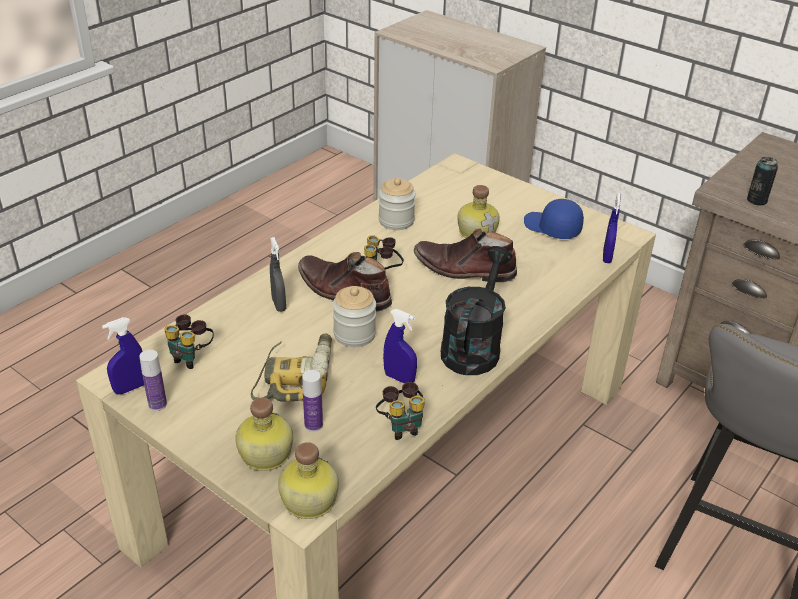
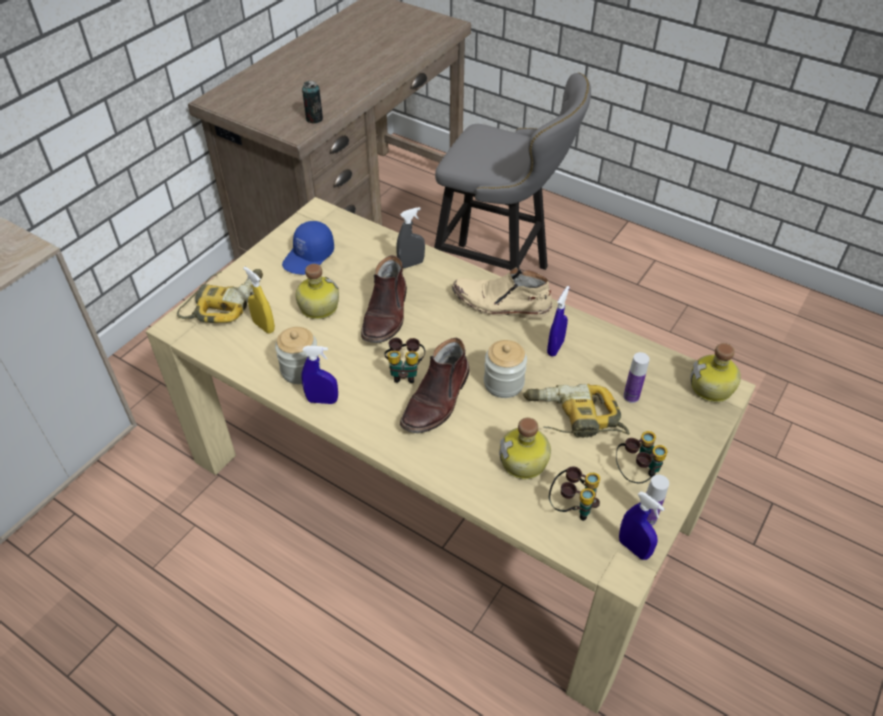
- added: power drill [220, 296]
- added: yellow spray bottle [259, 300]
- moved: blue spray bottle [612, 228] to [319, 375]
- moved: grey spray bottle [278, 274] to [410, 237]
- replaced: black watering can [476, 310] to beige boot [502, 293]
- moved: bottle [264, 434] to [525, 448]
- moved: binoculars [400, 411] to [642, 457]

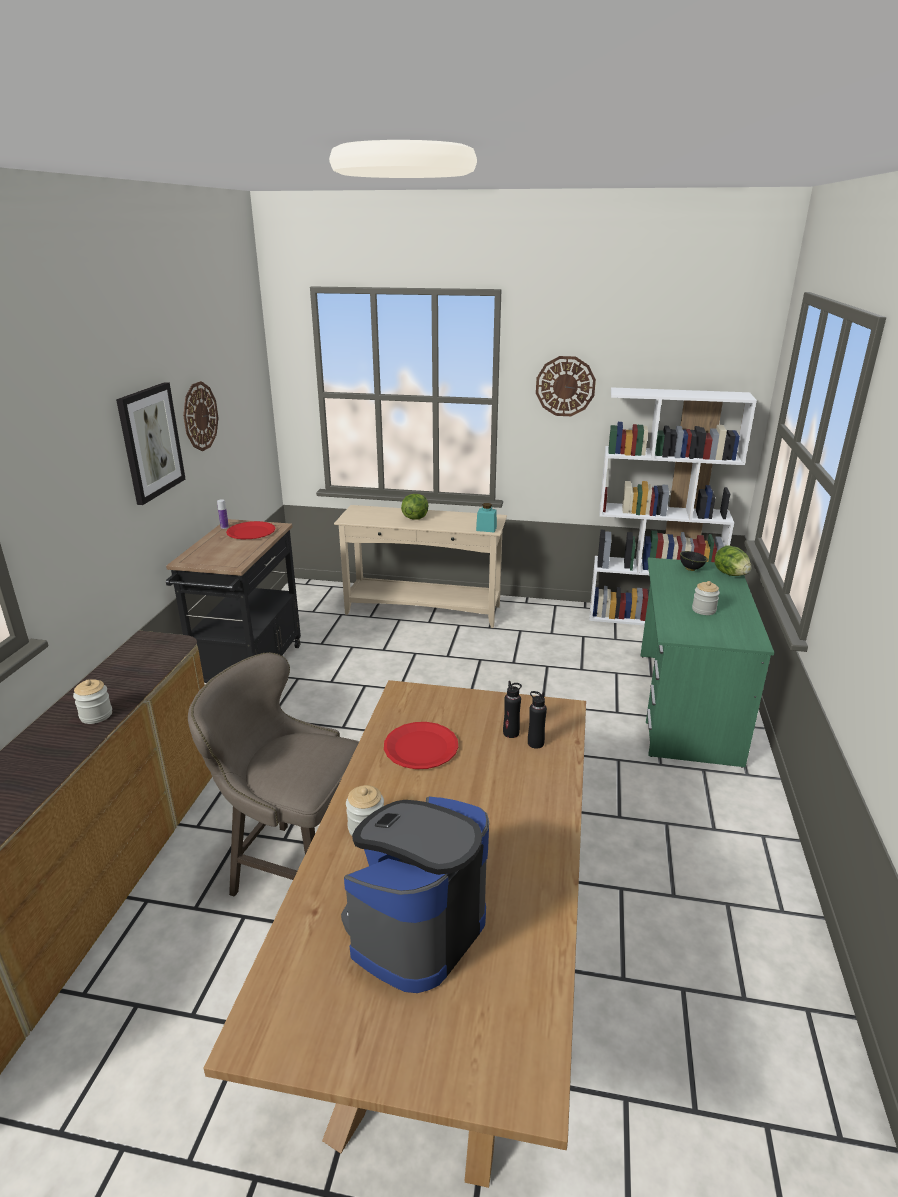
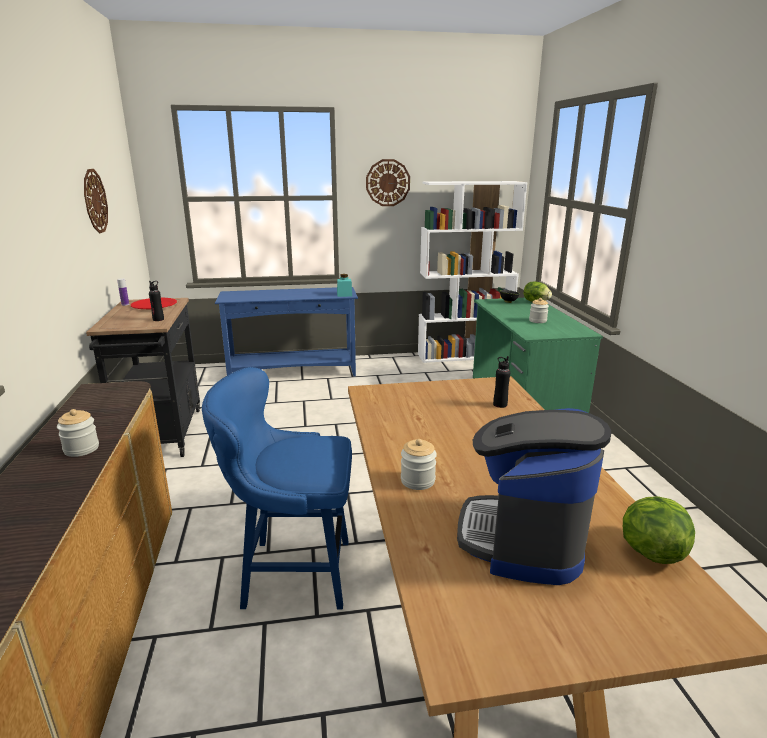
- moved: black bottle [512, 709] to [156, 301]
- recoloured: beige stool [273, 774] to blue stool [277, 488]
- recoloured: beige console table [420, 566] to blue console table [286, 332]
- moved: lettuce [414, 507] to [659, 530]
- removed: picture [150, 443]
- removed: red plate [421, 745]

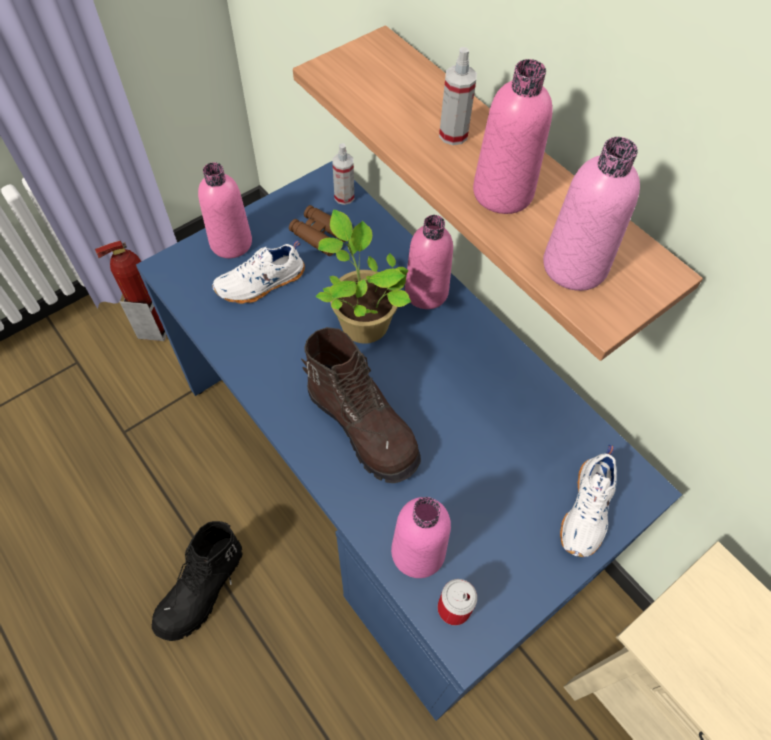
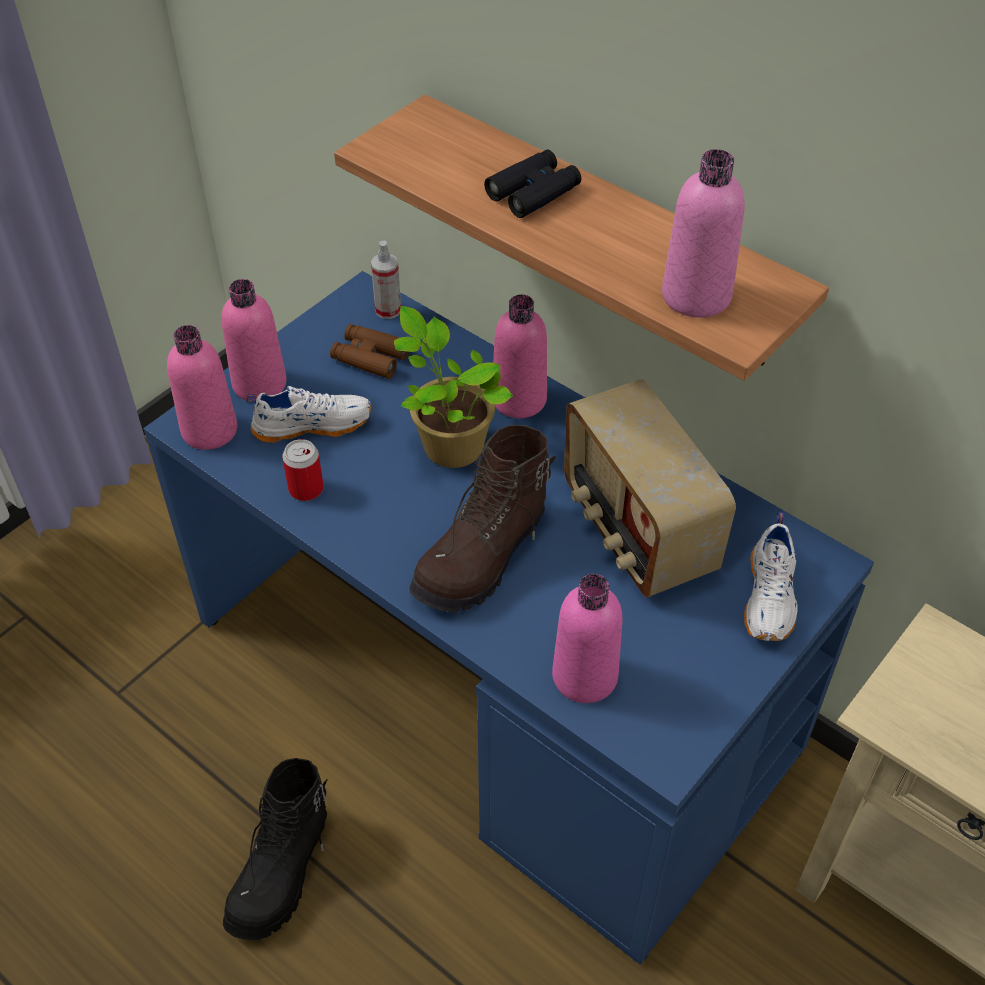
- moved: pink bottle [513, 136] to [202, 387]
- turned: white shoe [258, 272] = [309, 414] 150 degrees counterclockwise
- moved: can [457, 602] to [303, 470]
- turned: brown boot [361, 405] = [482, 518] 90 degrees clockwise
- replaced: spray bottle [458, 96] to black binoculars [532, 184]
- added: radio [650, 488]
- removed: fire extinguisher [130, 291]

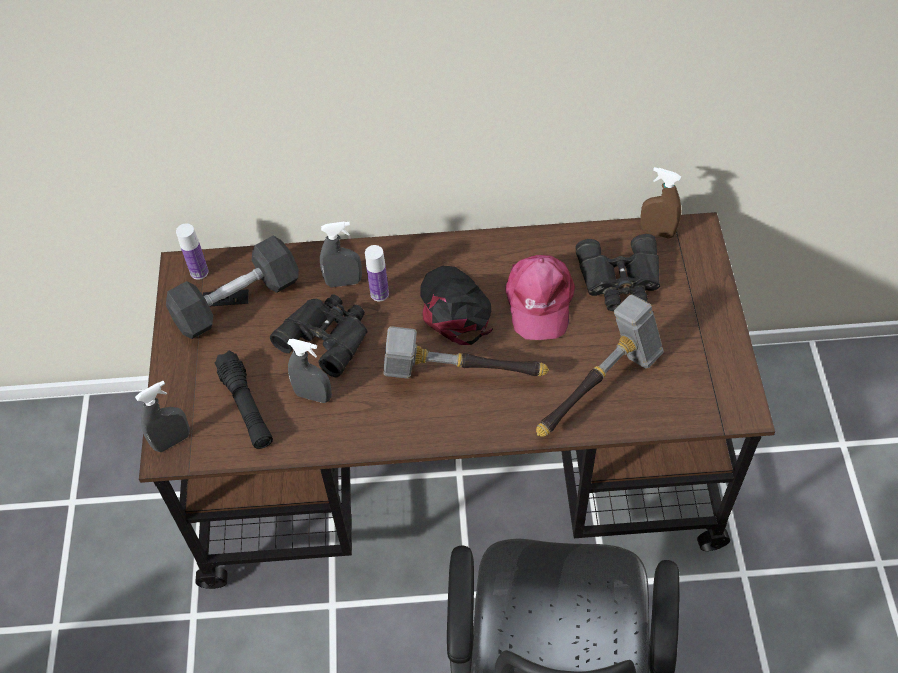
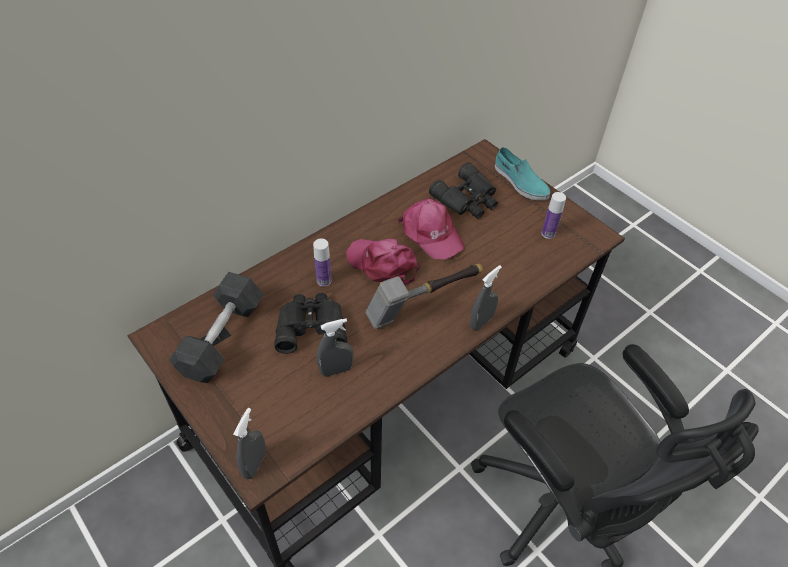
- recoloured: black cap [456, 305] to pink cap [383, 262]
- moved: grey spray bottle [341, 254] to [486, 297]
- added: turquoise shoe [522, 174]
- moved: bottle [192, 251] to [554, 215]
- removed: black flashlight [243, 399]
- removed: hammer [600, 365]
- removed: brown spray bottle [660, 203]

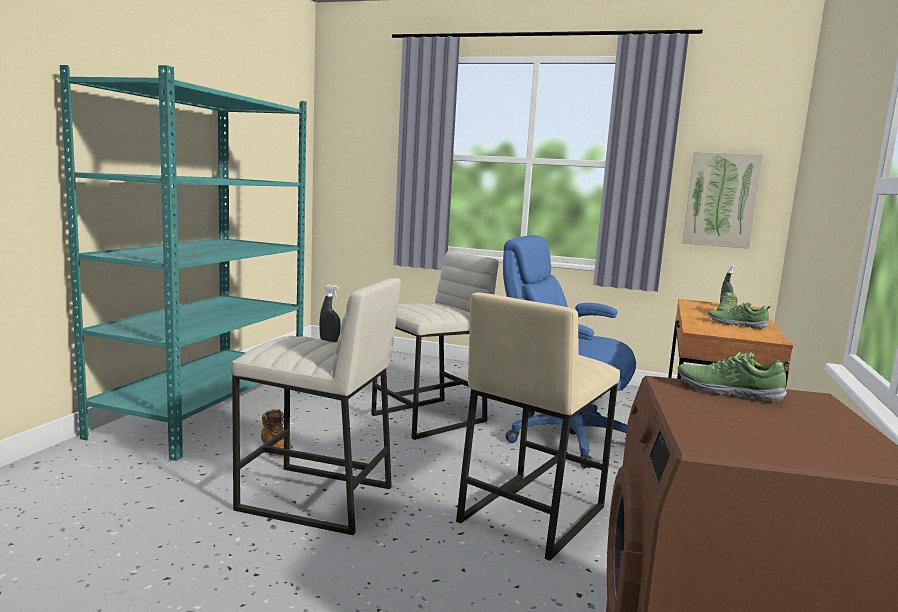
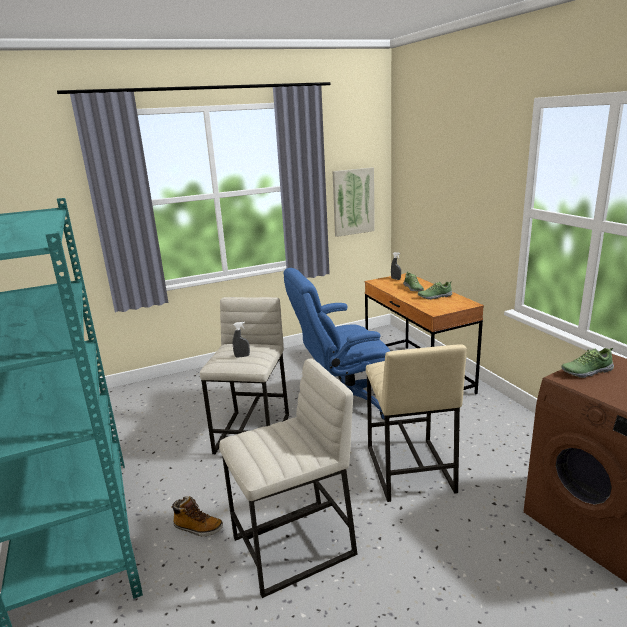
- moved: grey spray bottle [329, 313] to [241, 340]

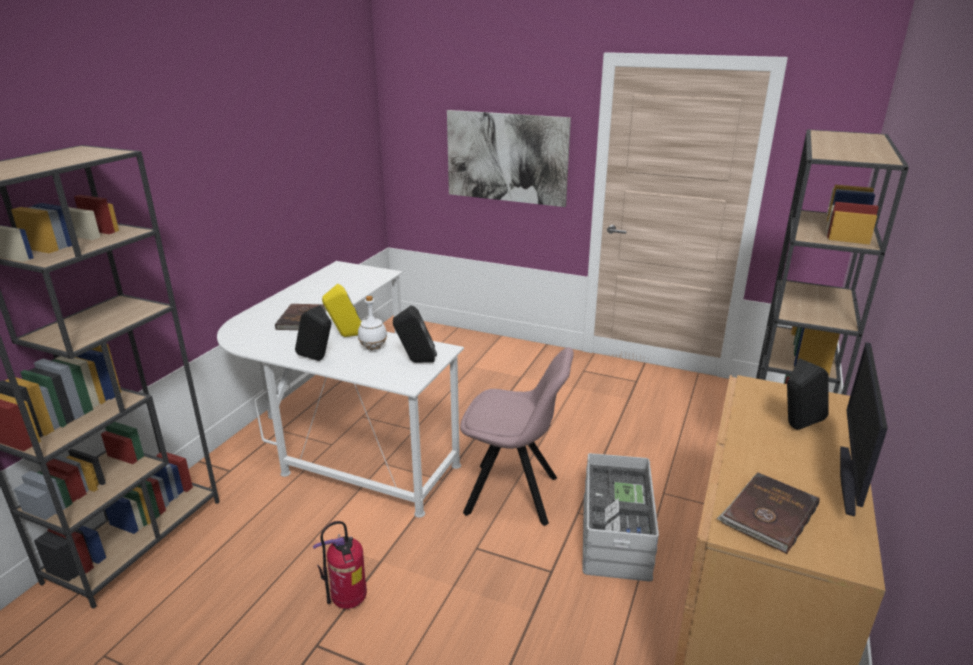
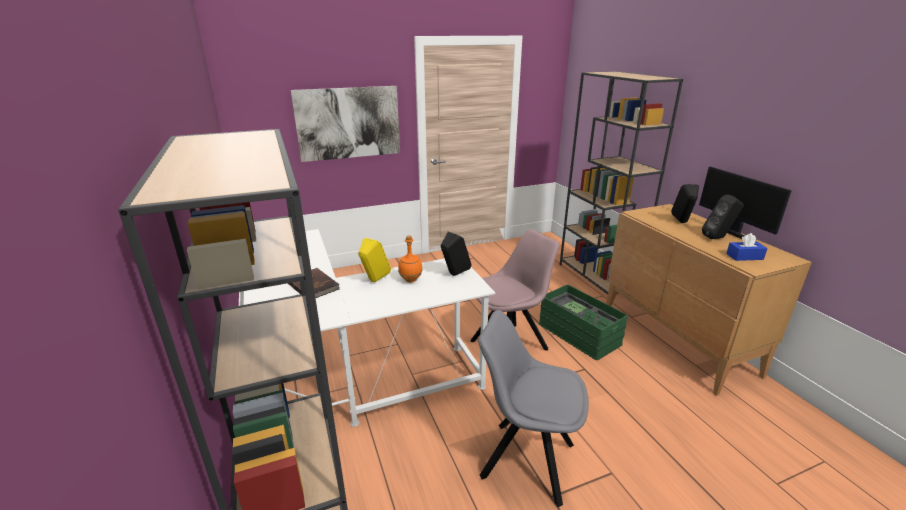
- recoloured: white bottle [372, 323] to orange bottle [410, 259]
- replaced: fire extinguisher [340, 565] to grey chair [533, 408]
- recoloured: grey storage box [620, 517] to green storage box [583, 322]
- moved: black speaker [313, 333] to [723, 216]
- replaced: brown book [768, 513] to blue tissue box [747, 247]

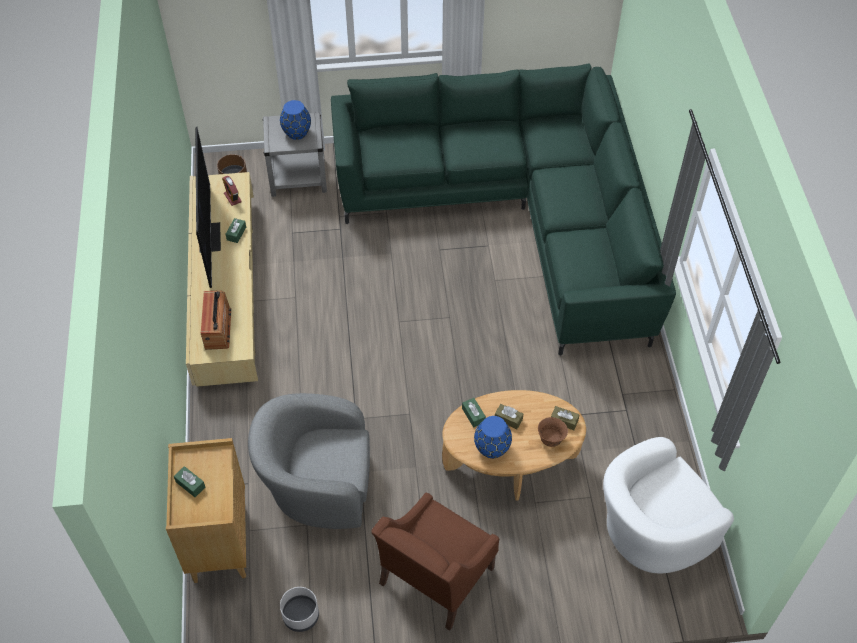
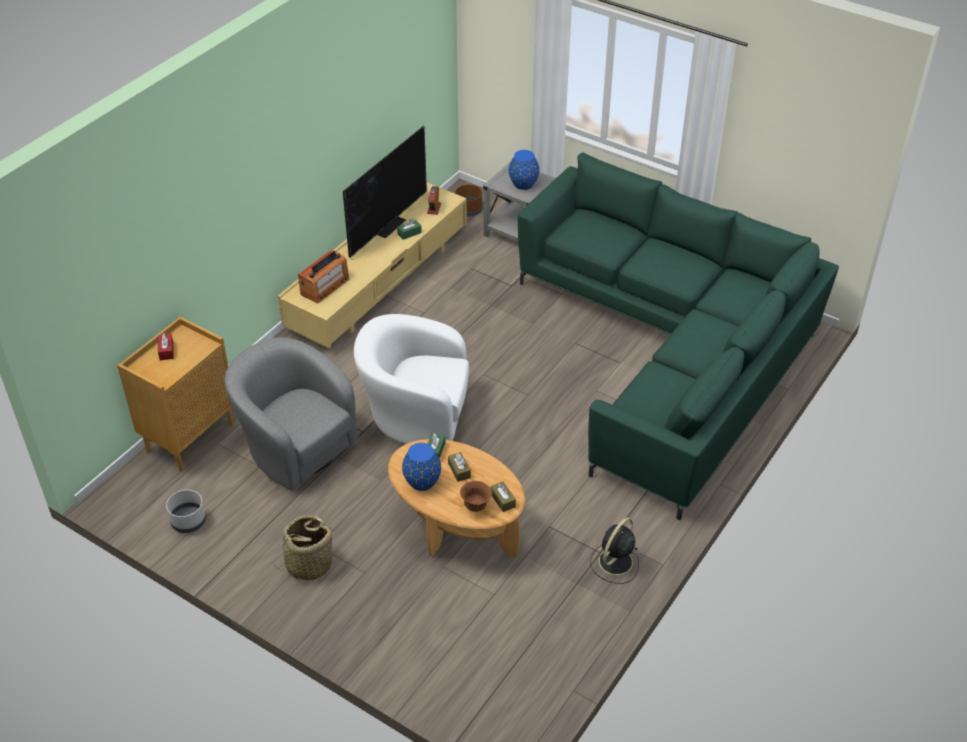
- recoloured: green tissue box [189, 481] to red tissue box [166, 346]
- replaced: brown armchair [435, 562] to basket [305, 547]
- moved: white armchair [668, 505] to [411, 379]
- added: black fan [614, 551]

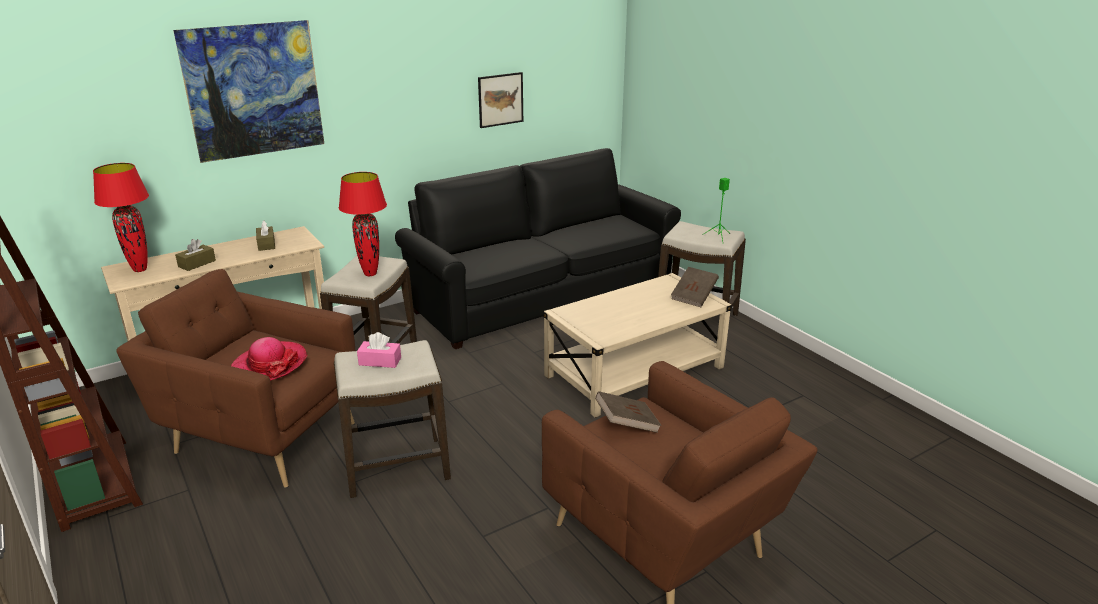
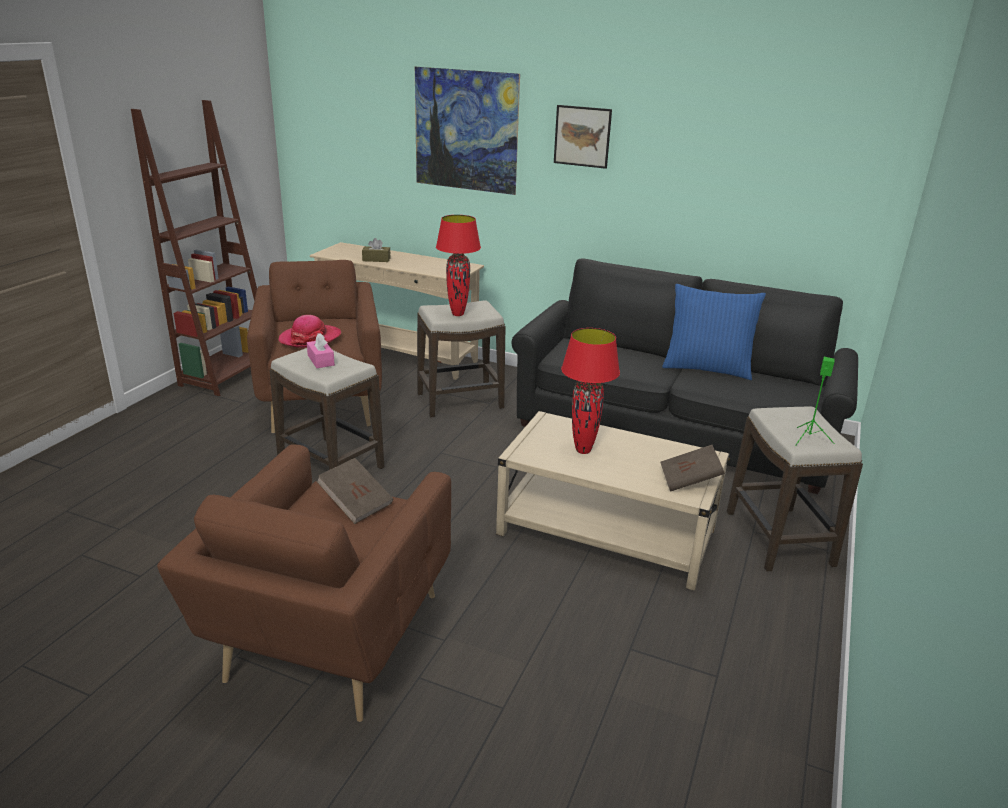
- moved: picture [500, 100] to [583, 137]
- moved: red table lamp [121, 217] to [590, 391]
- added: blue pillow [714, 332]
- removed: brown tissue box [265, 235]

